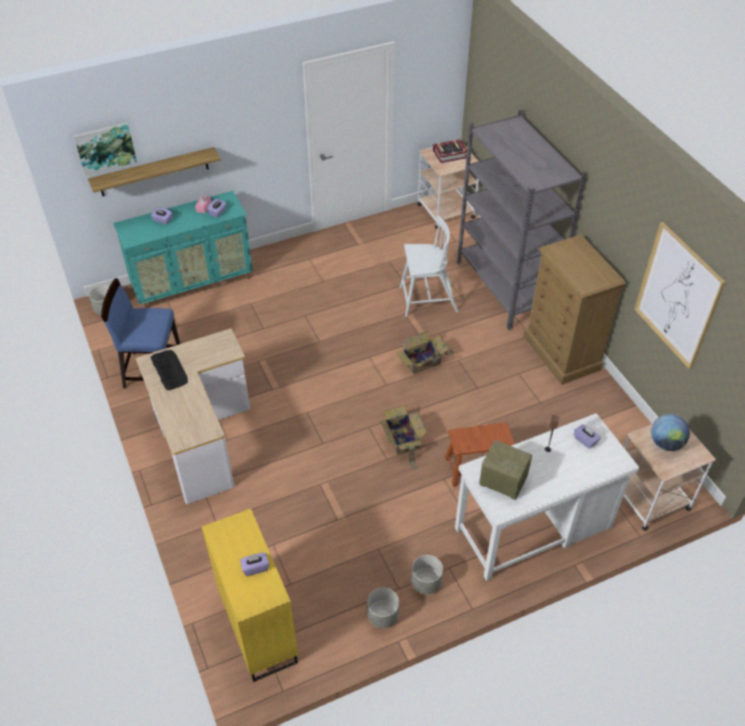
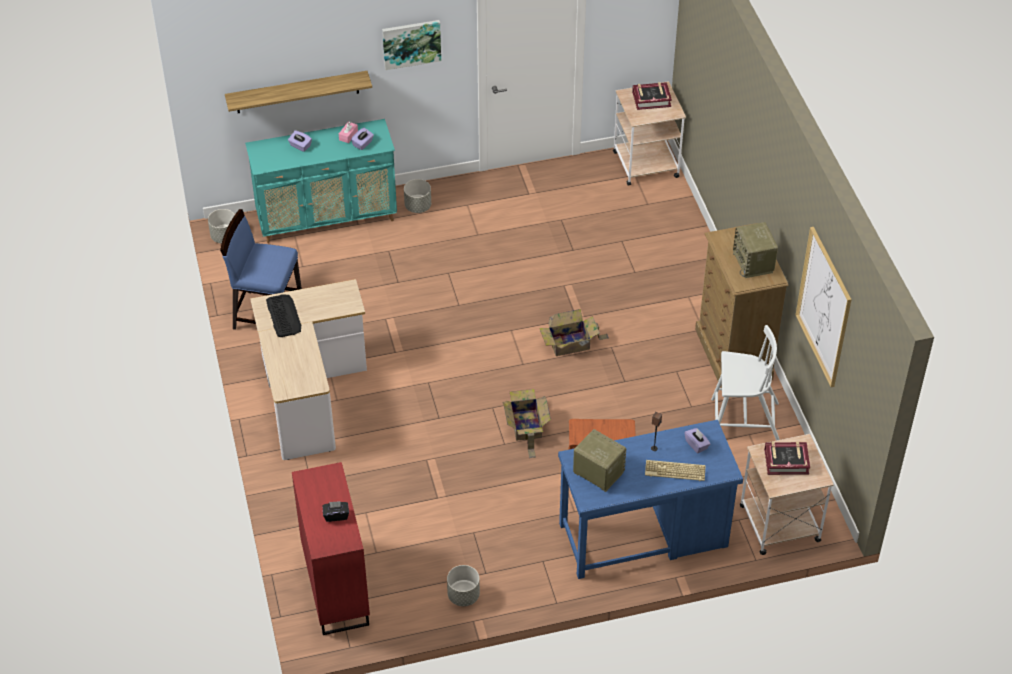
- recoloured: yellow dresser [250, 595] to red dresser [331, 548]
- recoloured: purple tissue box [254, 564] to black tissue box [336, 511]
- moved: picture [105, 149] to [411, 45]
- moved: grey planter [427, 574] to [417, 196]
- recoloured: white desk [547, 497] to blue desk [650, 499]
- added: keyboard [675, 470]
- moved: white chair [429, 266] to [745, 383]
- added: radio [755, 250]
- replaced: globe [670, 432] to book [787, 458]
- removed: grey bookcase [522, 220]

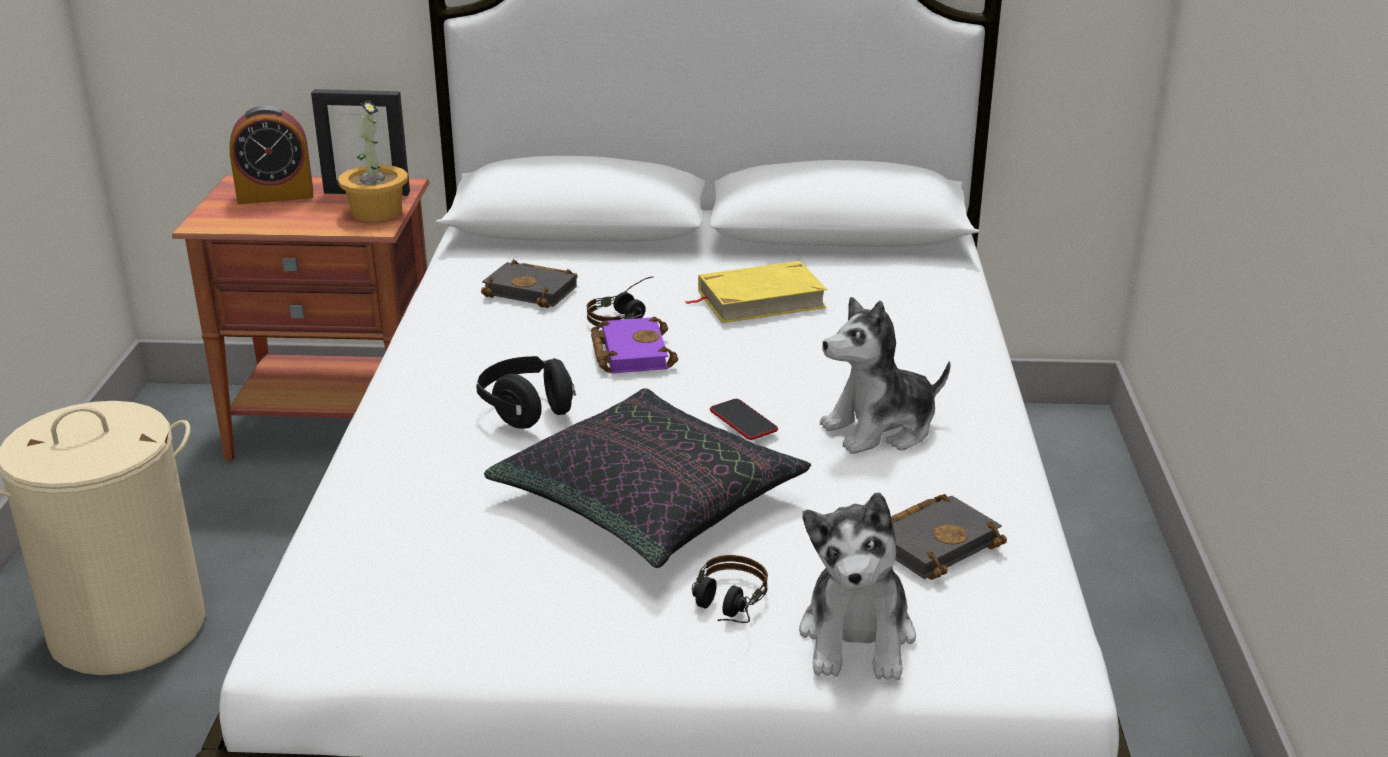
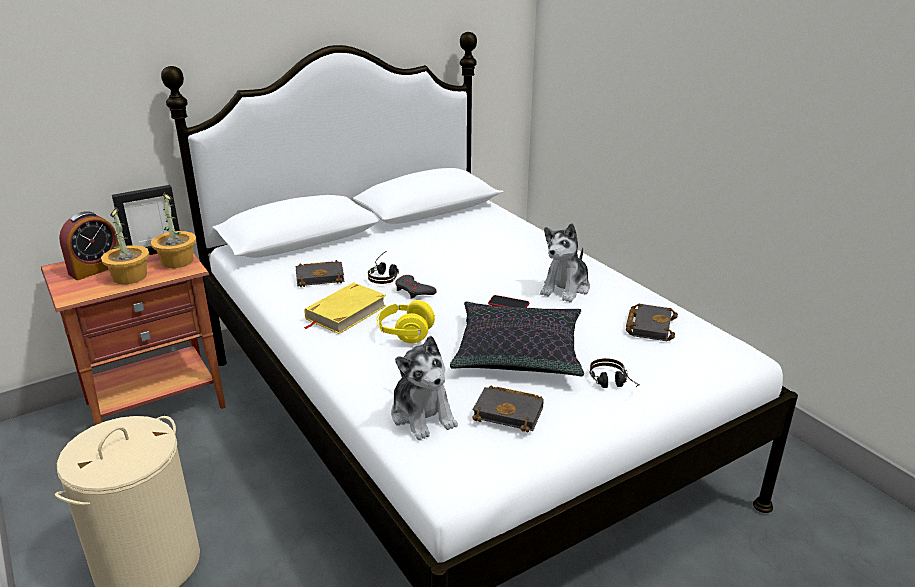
- added: potted plant [125, 245]
- moved: yellow book [756, 292] to [345, 308]
- recoloured: black headphones [526, 392] to yellow headphones [405, 321]
- moved: plush toy [857, 586] to [424, 388]
- replaced: purple book [634, 345] to grey game controller [416, 287]
- added: black book [508, 409]

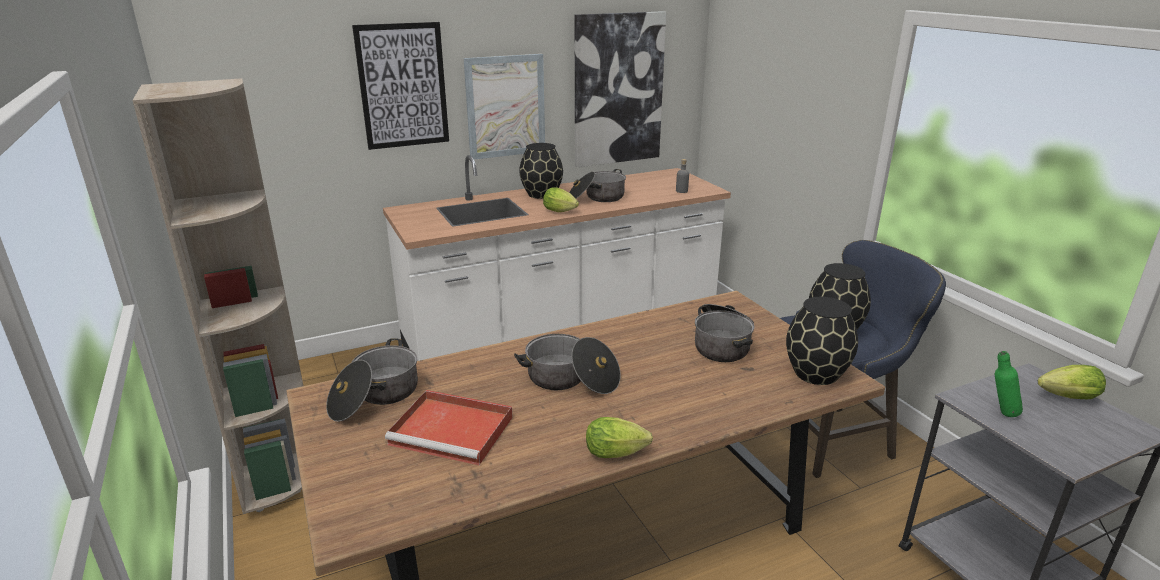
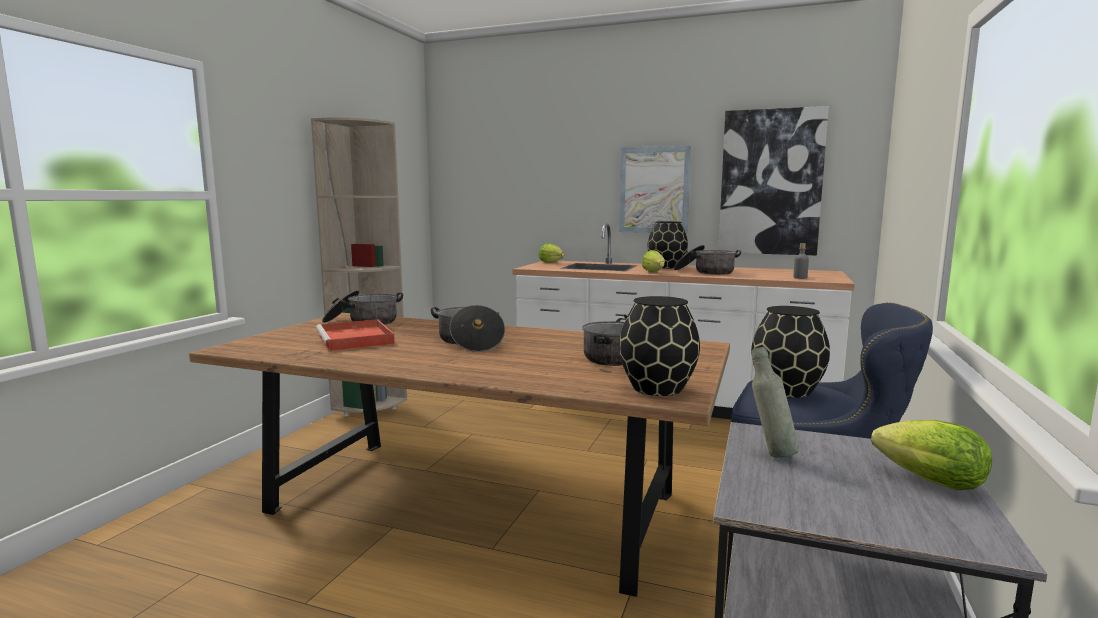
- moved: lettuce [619, 437] to [552, 253]
- recoloured: green bottle [1009, 384] to grey bottle [775, 402]
- removed: picture [400, 86]

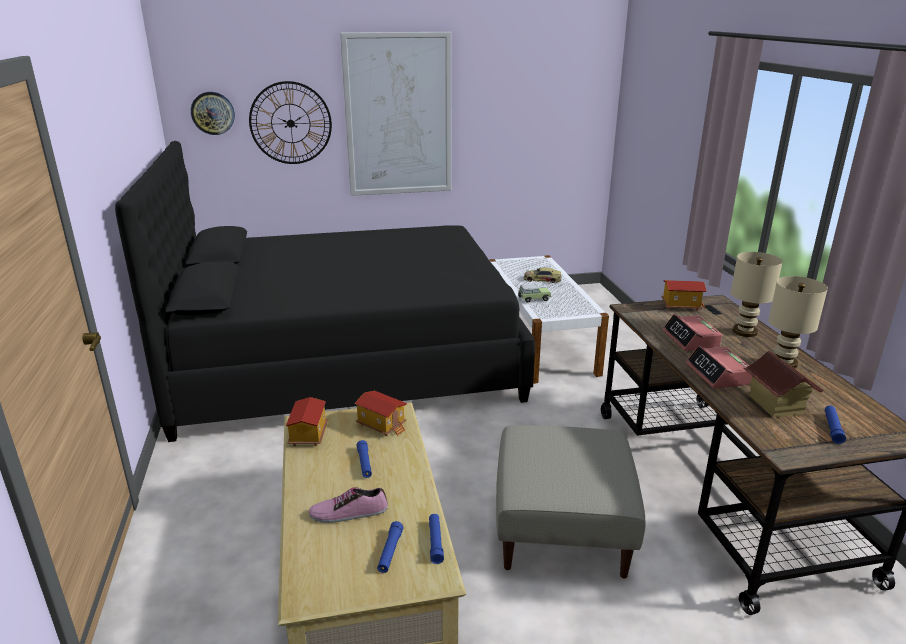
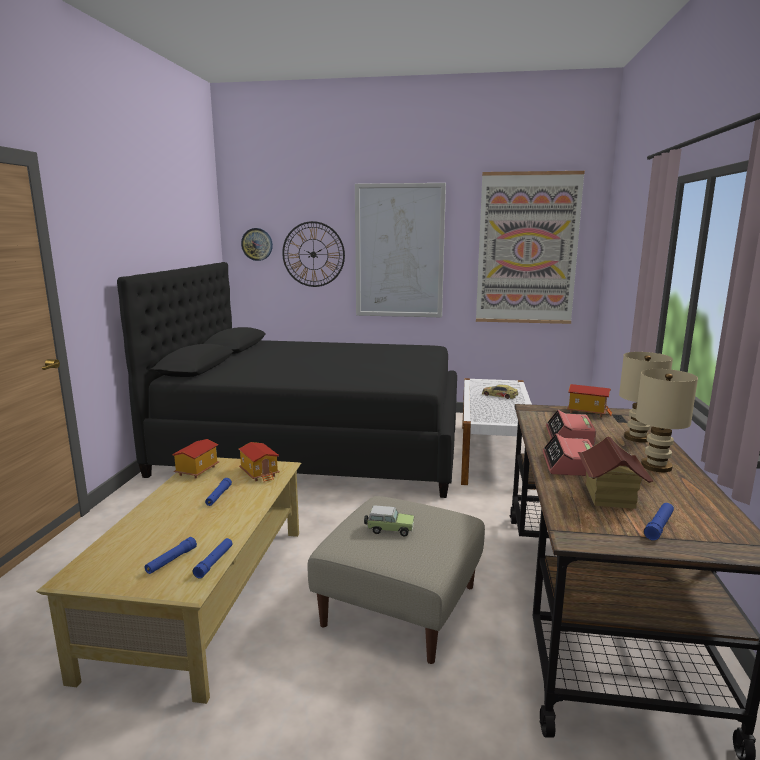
- moved: toy car [534, 293] to [389, 521]
- added: picture [530, 247]
- removed: shoe [348, 505]

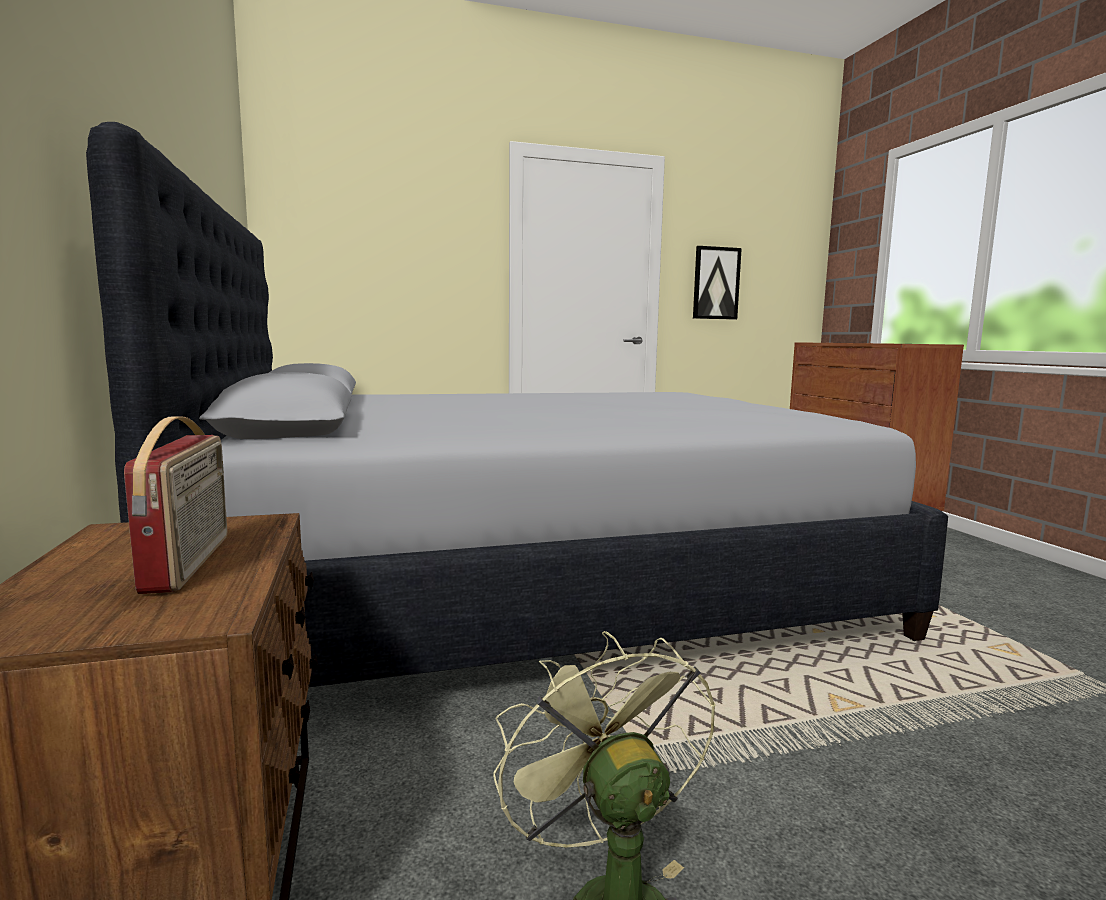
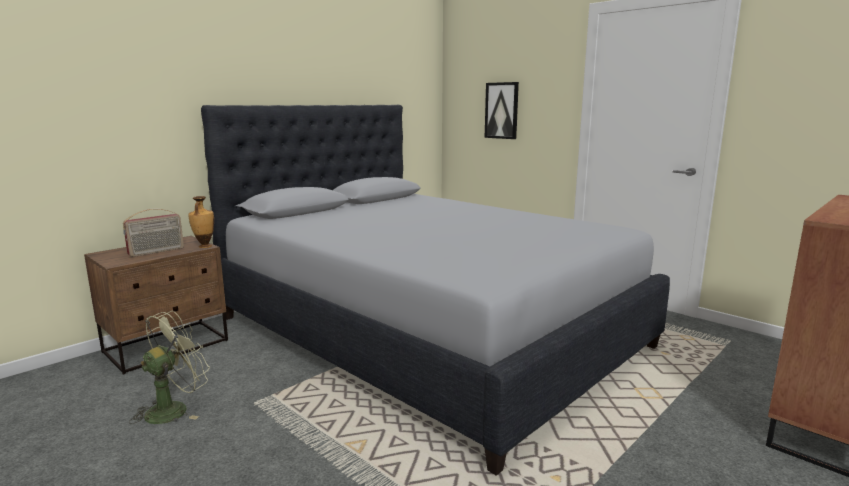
- added: vase [201, 222]
- moved: picture [717, 283] to [502, 110]

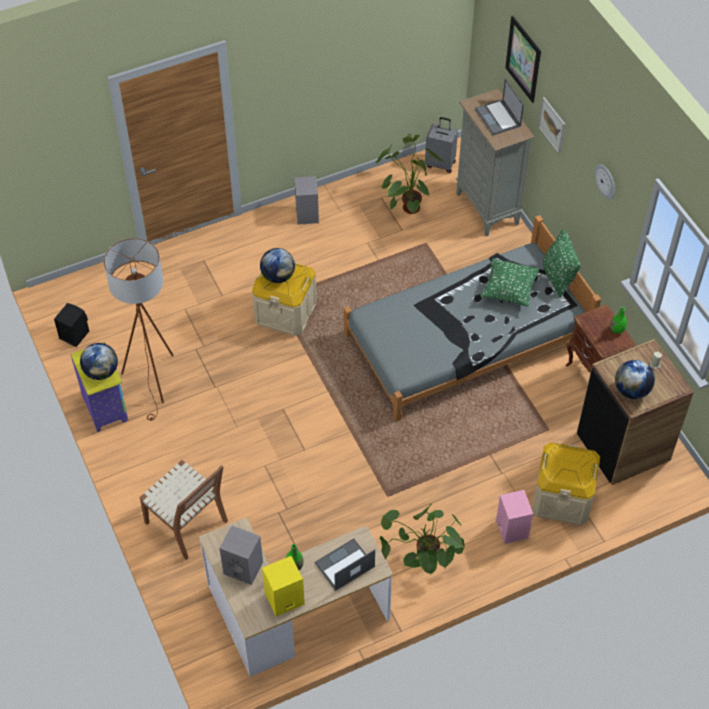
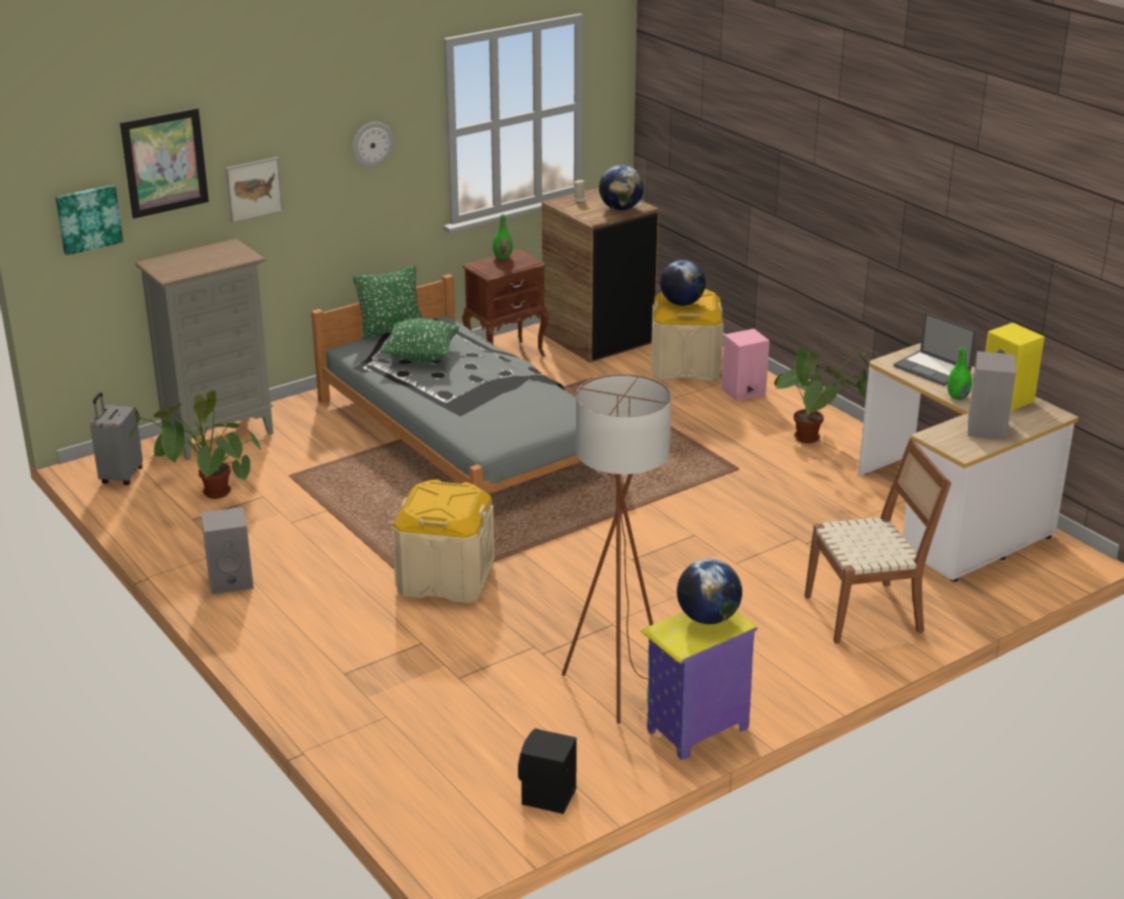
- added: picture [89, 220]
- moved: globe [277, 265] to [683, 283]
- turned: chair [183, 510] = [878, 541] 45 degrees clockwise
- removed: laptop [499, 107]

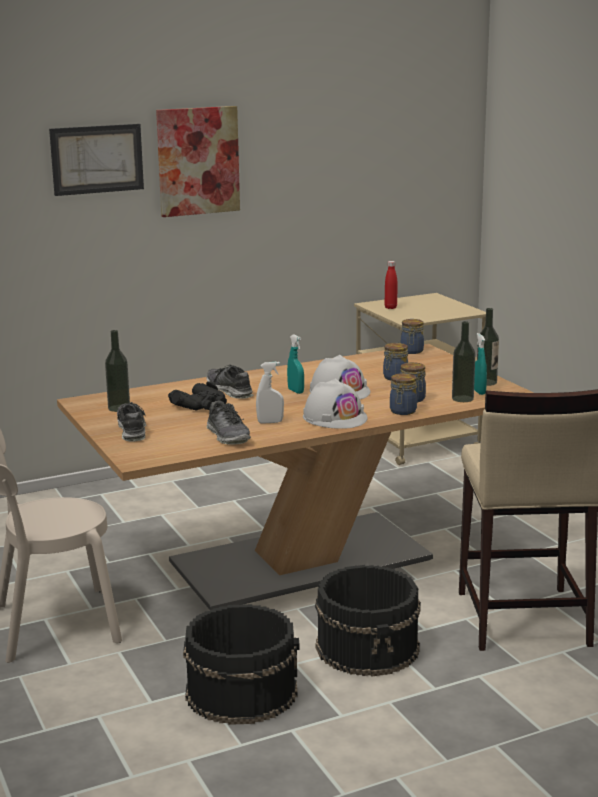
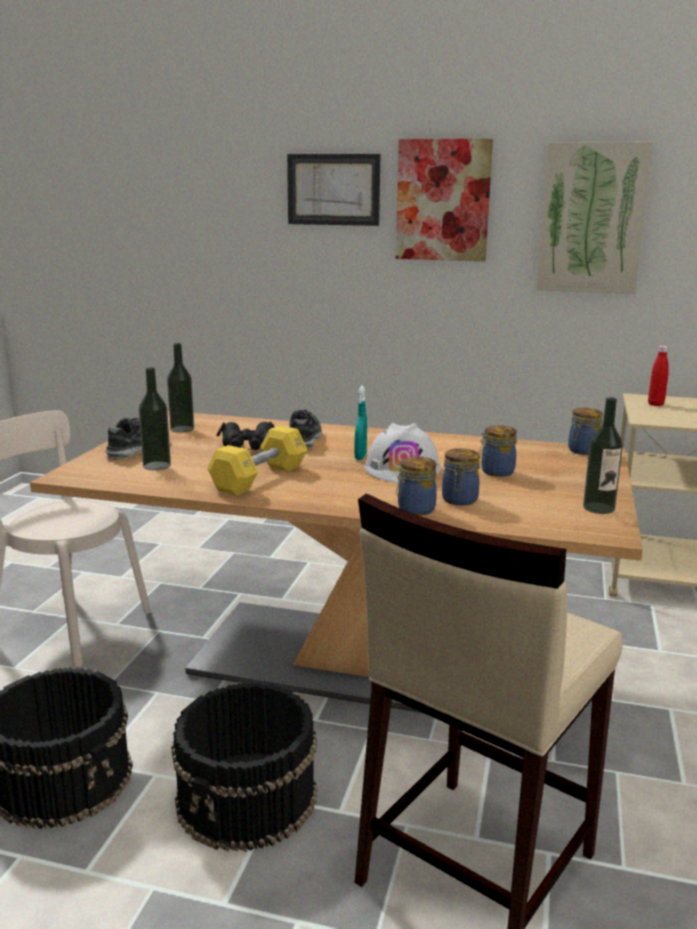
- moved: bottle [463, 361] to [155, 418]
- replaced: white spray bottle [270, 393] to yellow dumbbell [257, 460]
- added: picture [595, 218]
- removed: shoe [228, 423]
- removed: white hard hat [335, 403]
- removed: turquoise spray bottle [480, 364]

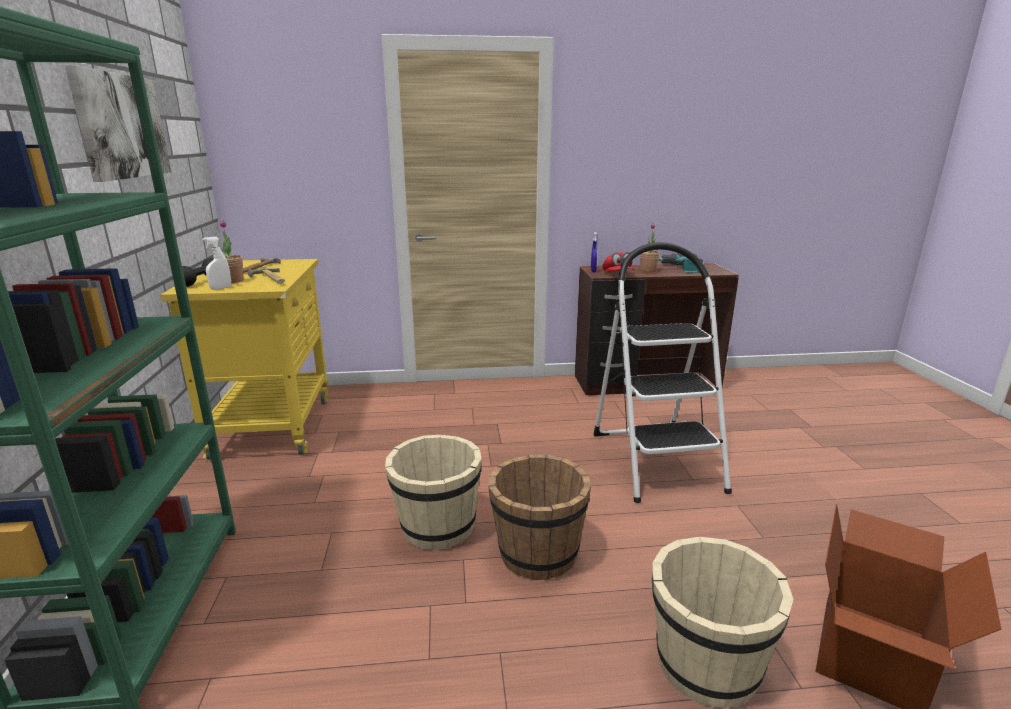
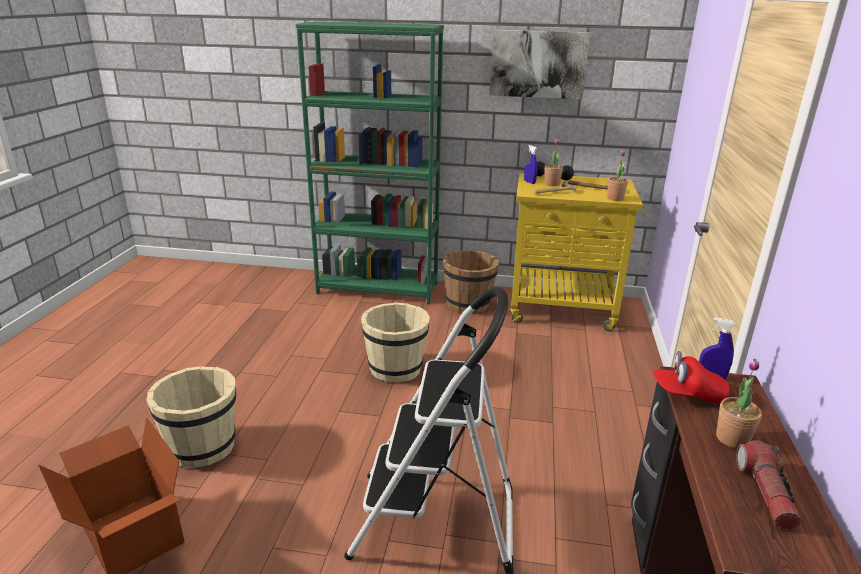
- moved: brown bucket [539, 517] to [471, 282]
- recoloured: white spray bottle [217, 263] to blue spray bottle [530, 164]
- added: potted plant [617, 175]
- replaced: power drill [680, 263] to flashlight [768, 485]

